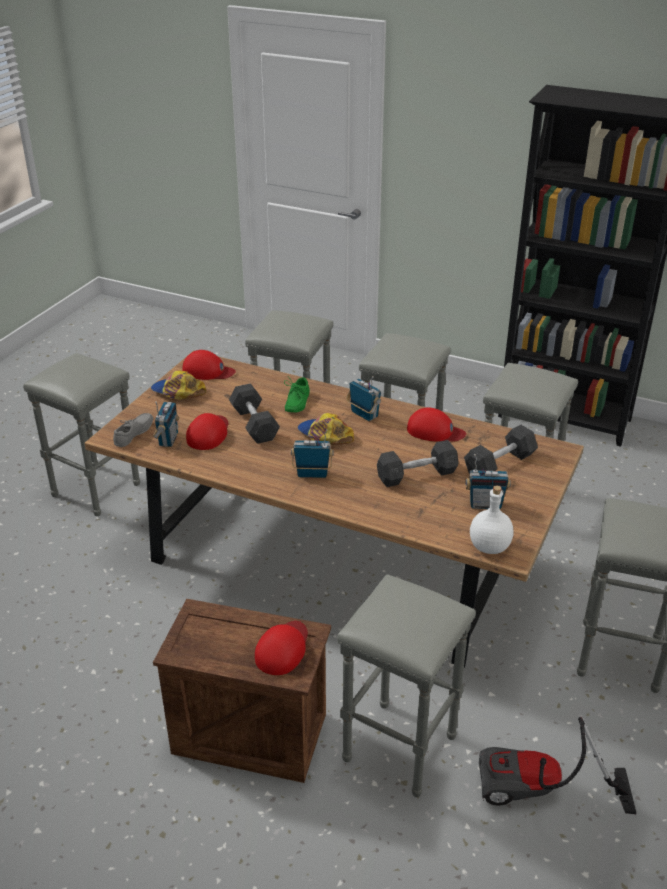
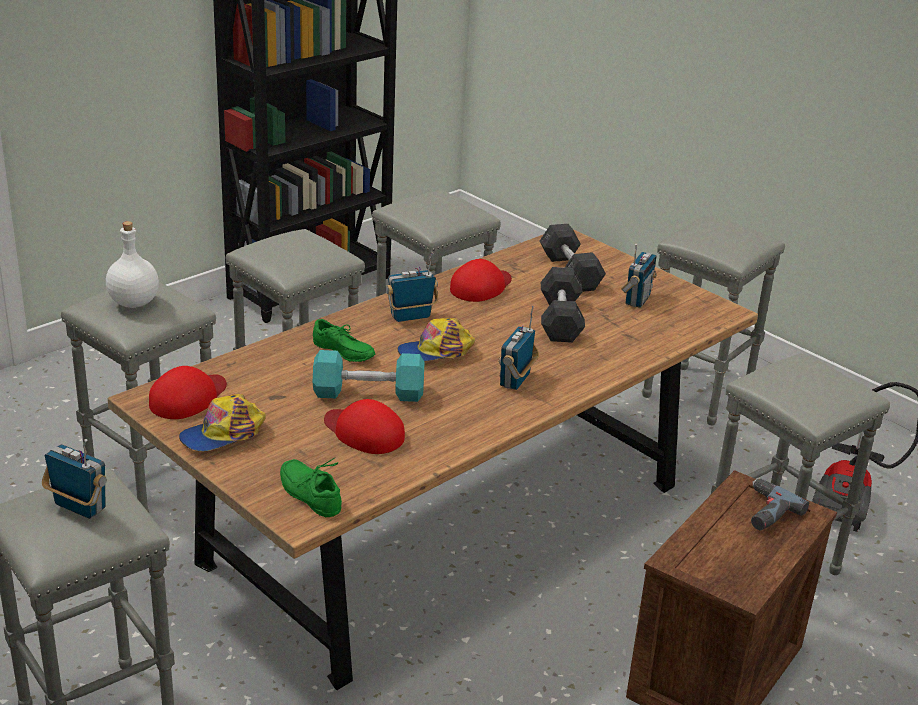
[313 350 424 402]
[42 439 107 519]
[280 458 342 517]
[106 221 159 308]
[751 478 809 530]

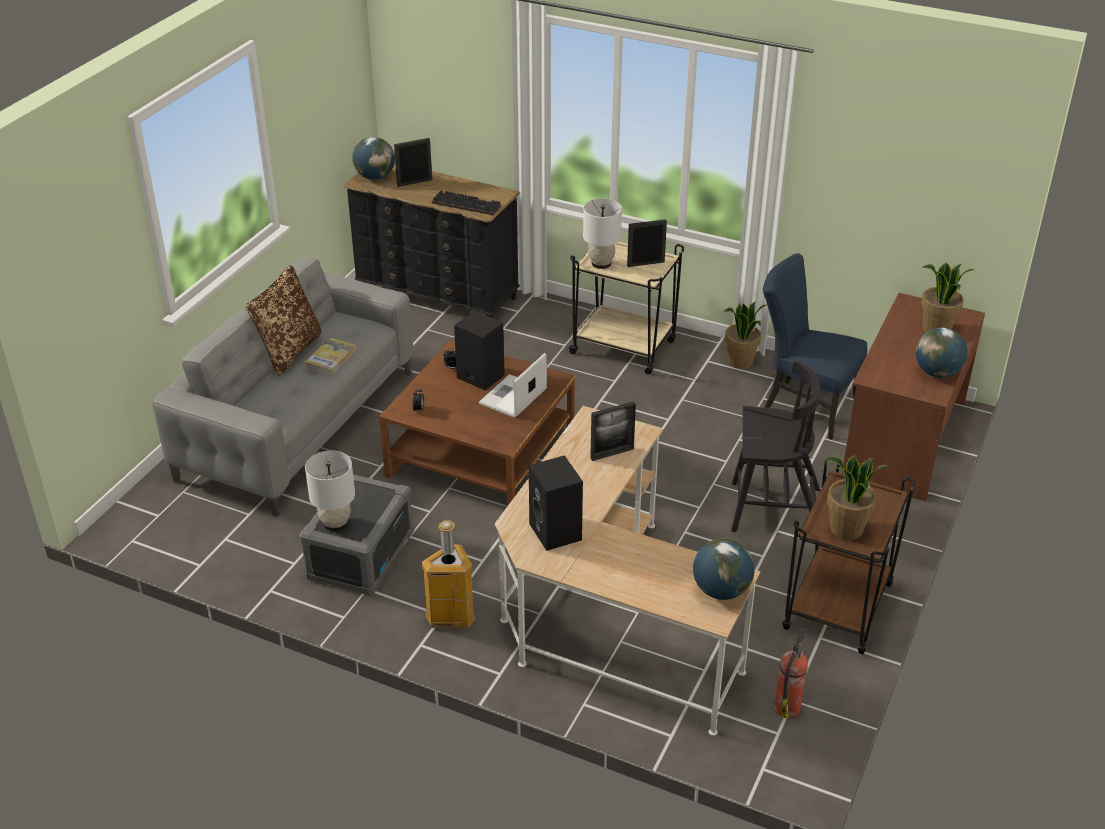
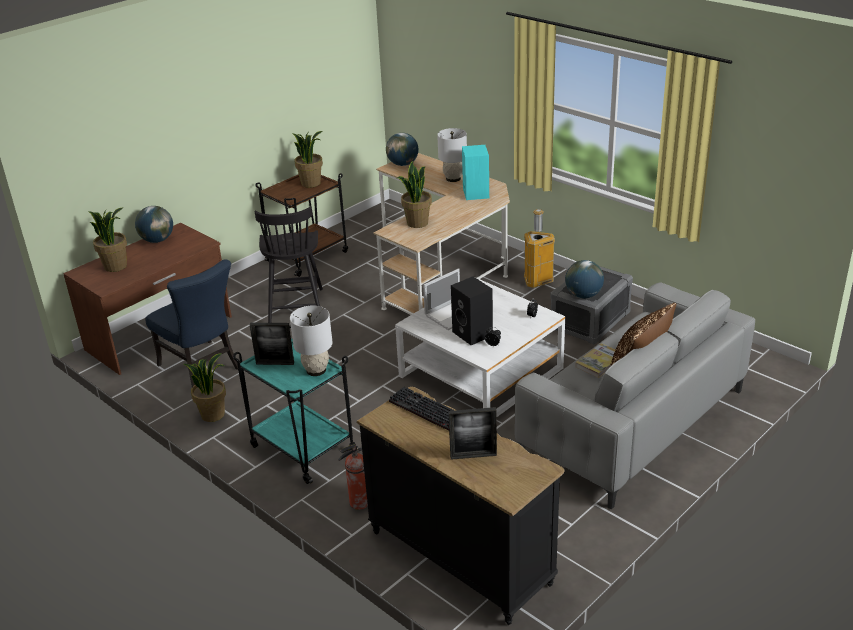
[565 260 604 298]
[233 326 358 484]
[395 277 565 417]
[255 206 323 323]
[397 161 432 228]
[437 128 467 182]
[462 145 489 200]
[338 444 368 510]

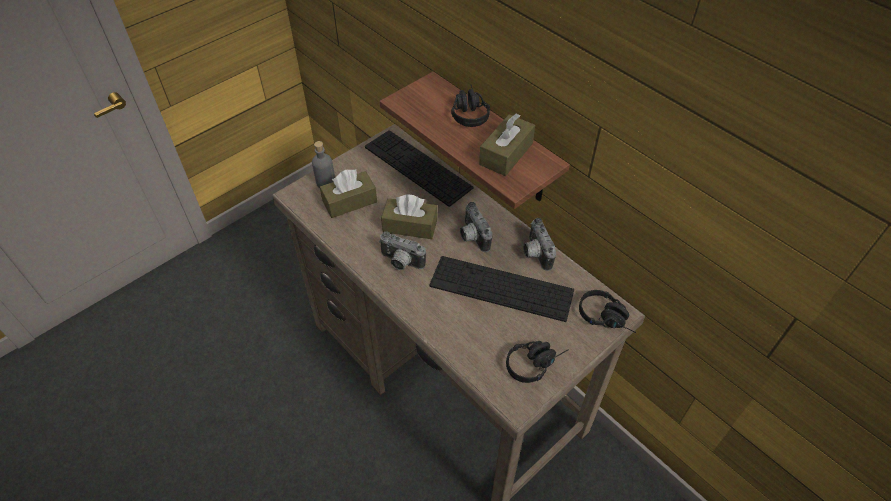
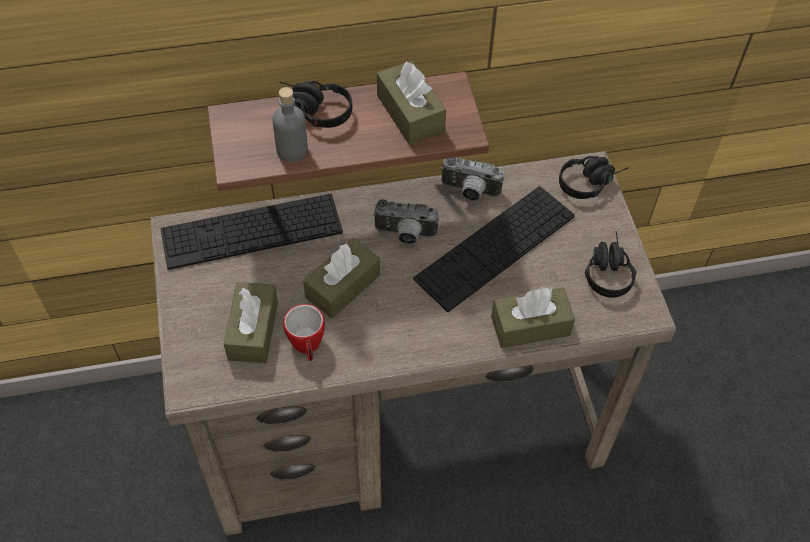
[272 87 308 162]
[379 231 426 270] (first image)
[491 287 575 348]
[283 304 325 361]

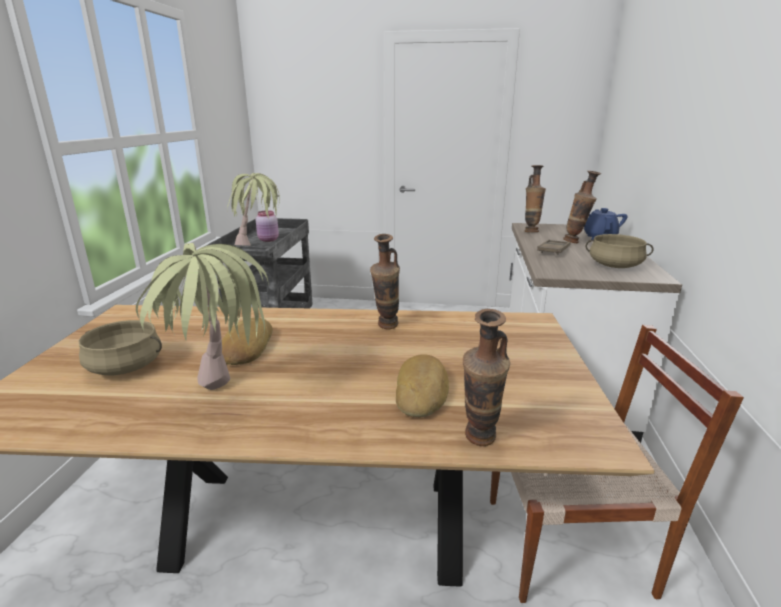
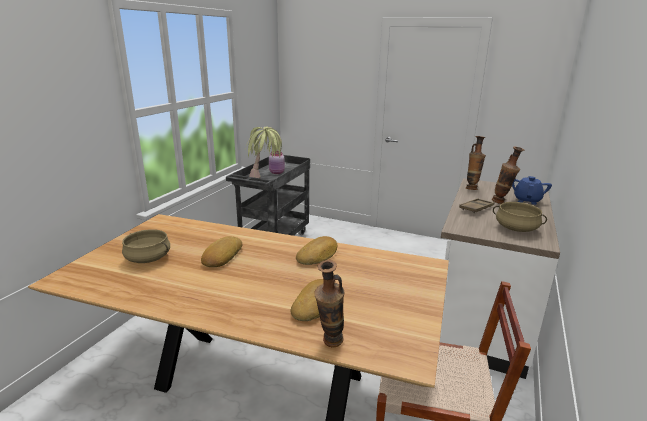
[296 236 337 265]
[136 243 269 390] (first image)

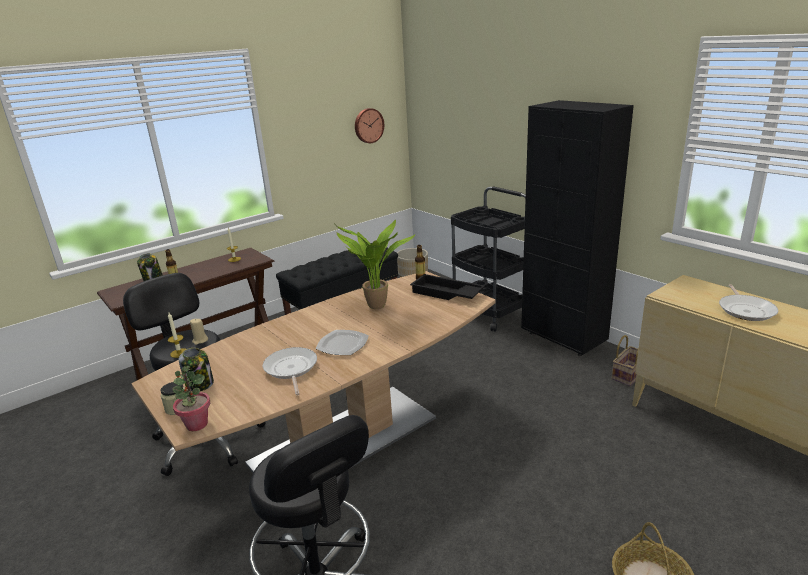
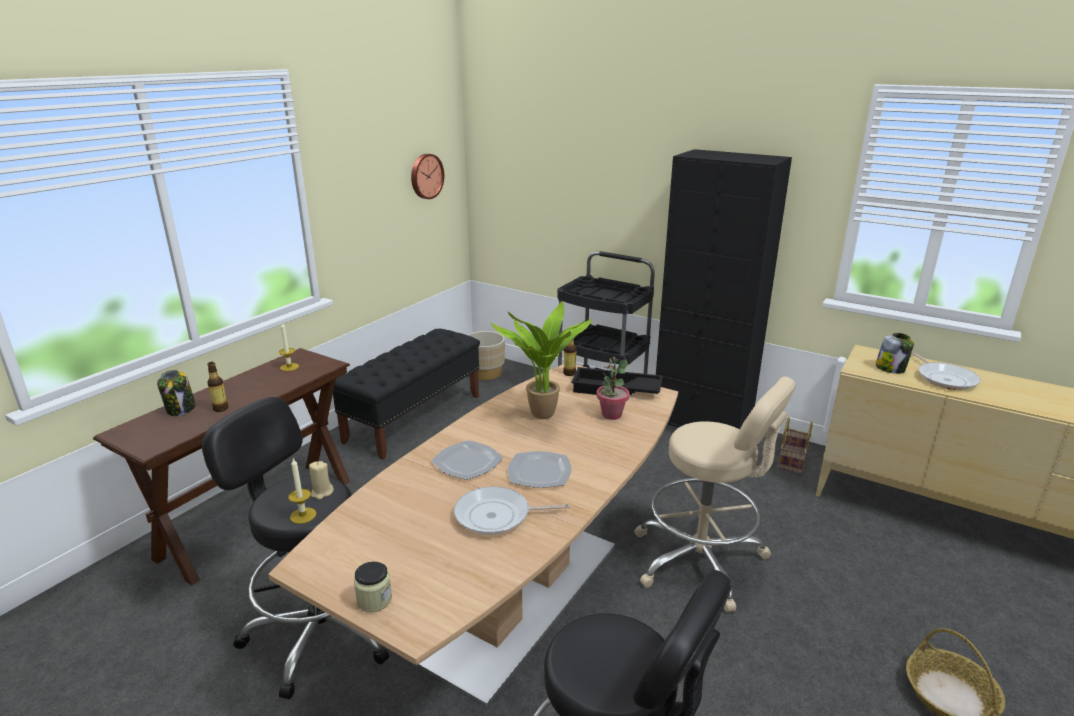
[454 486 570 535]
[875 333 914 374]
[596 357 630 420]
[634 376 796 612]
[431 440 503 480]

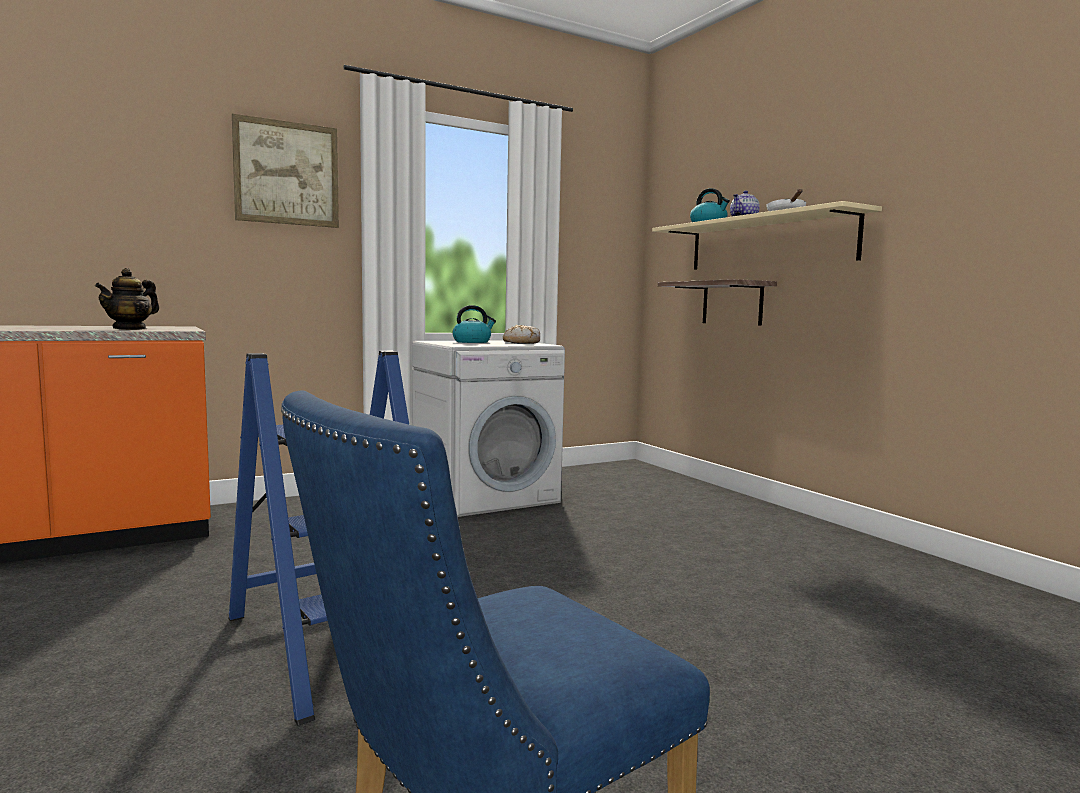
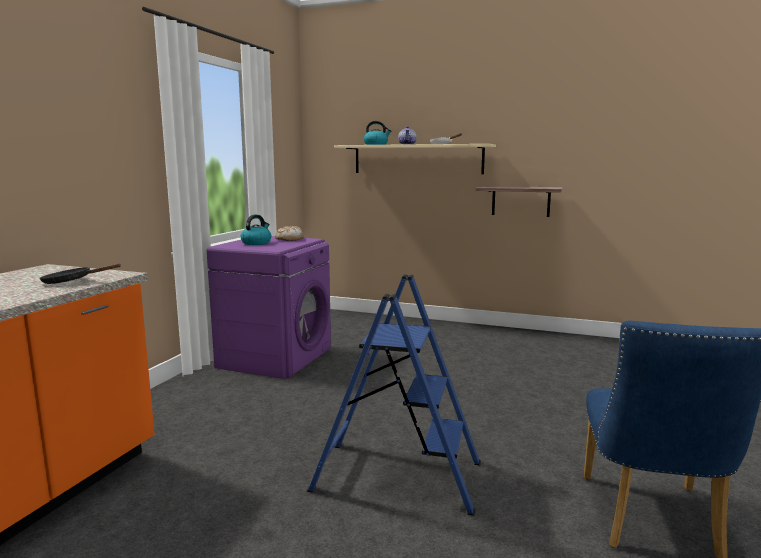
[232 114 339 228] (first image)
[39 263 121 284]
[476 186 563 217]
[207 236 331 379]

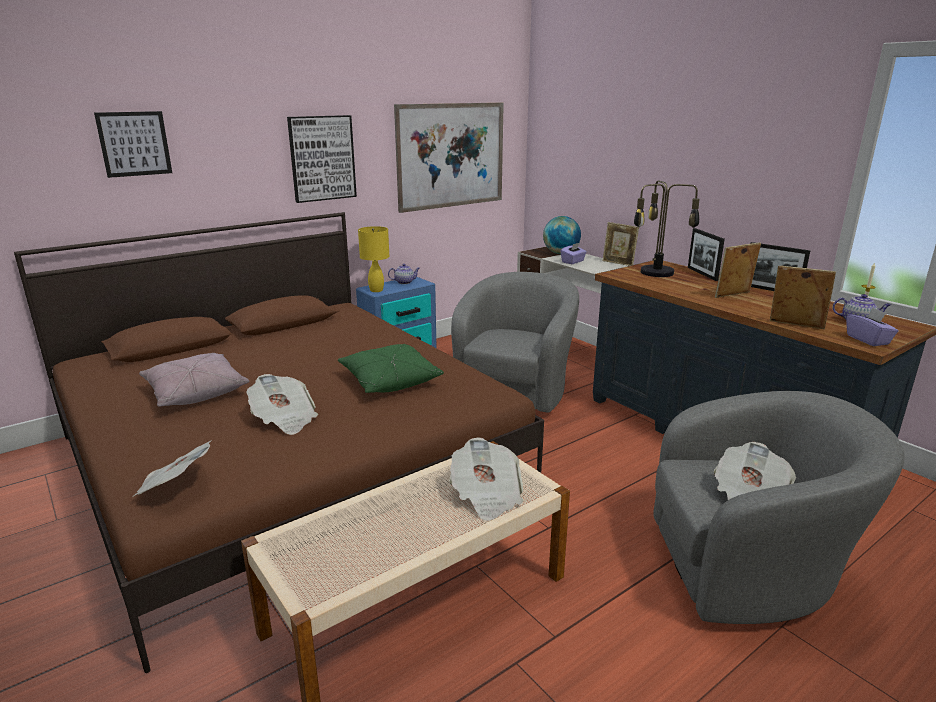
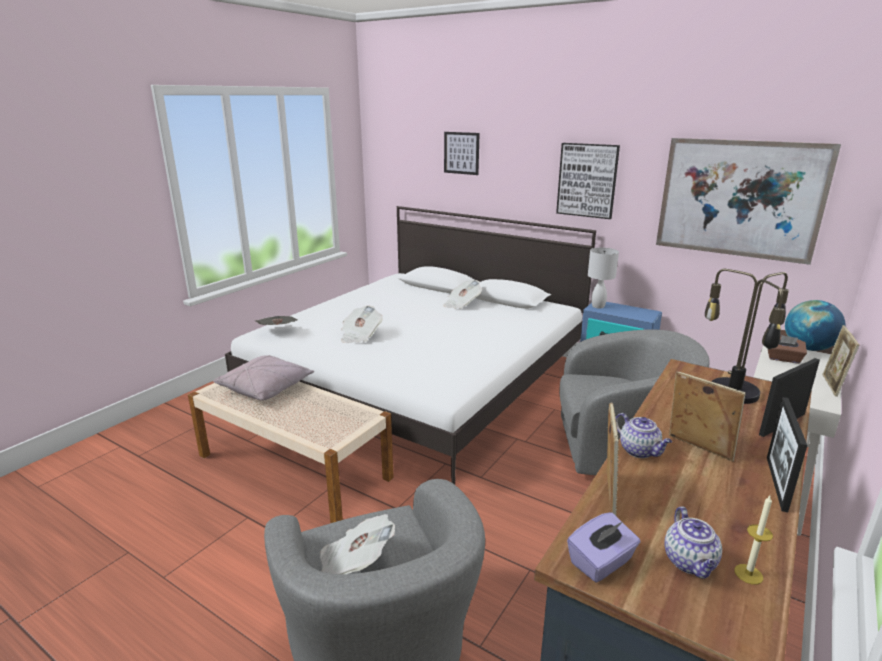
[225 206 596 485]
[588 248 619 309]
[768 335 807 363]
[616 413 672 458]
[338 344 444 393] (first image)
[213 355 314 401]
[443 280 482 309]

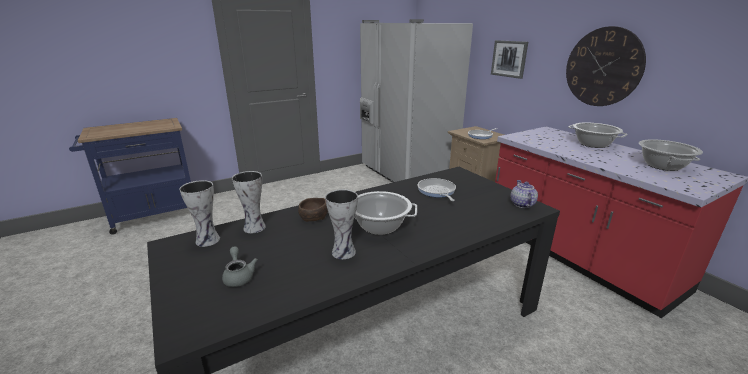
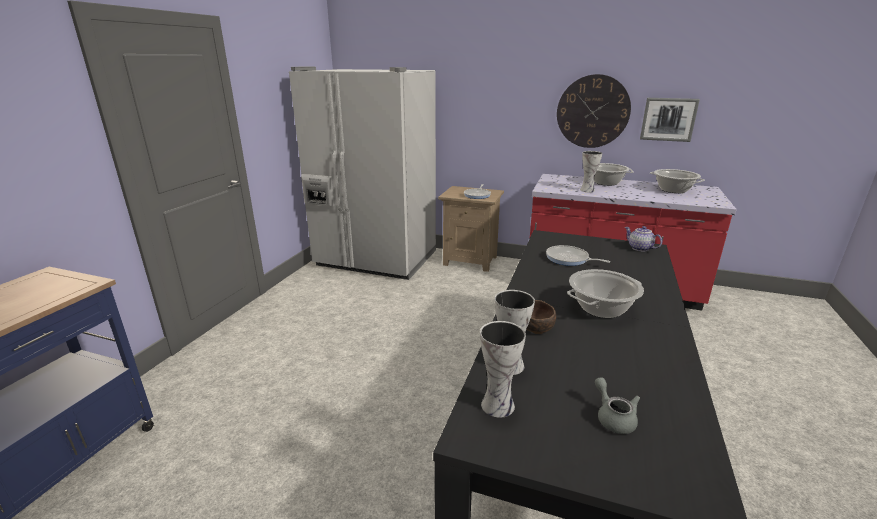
[640 98 700 142]
[580 151 602 192]
[595 377 640 434]

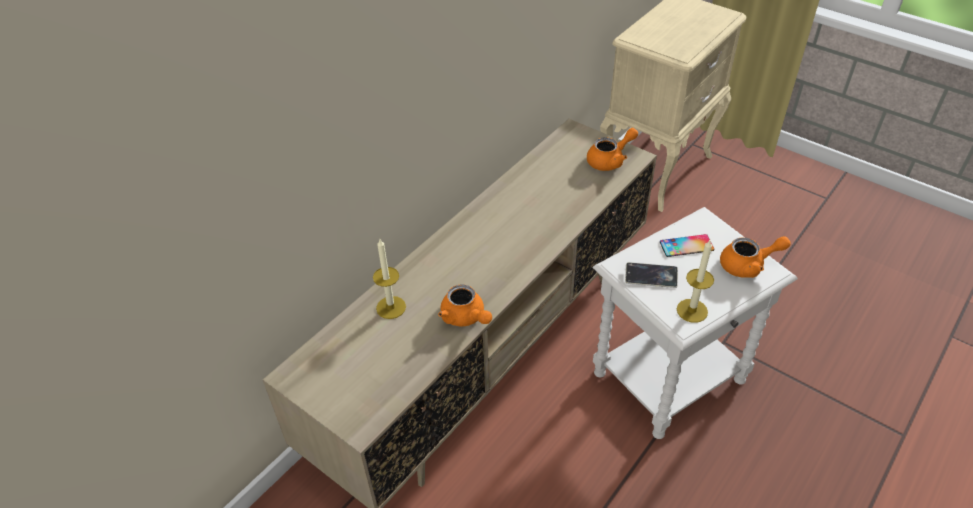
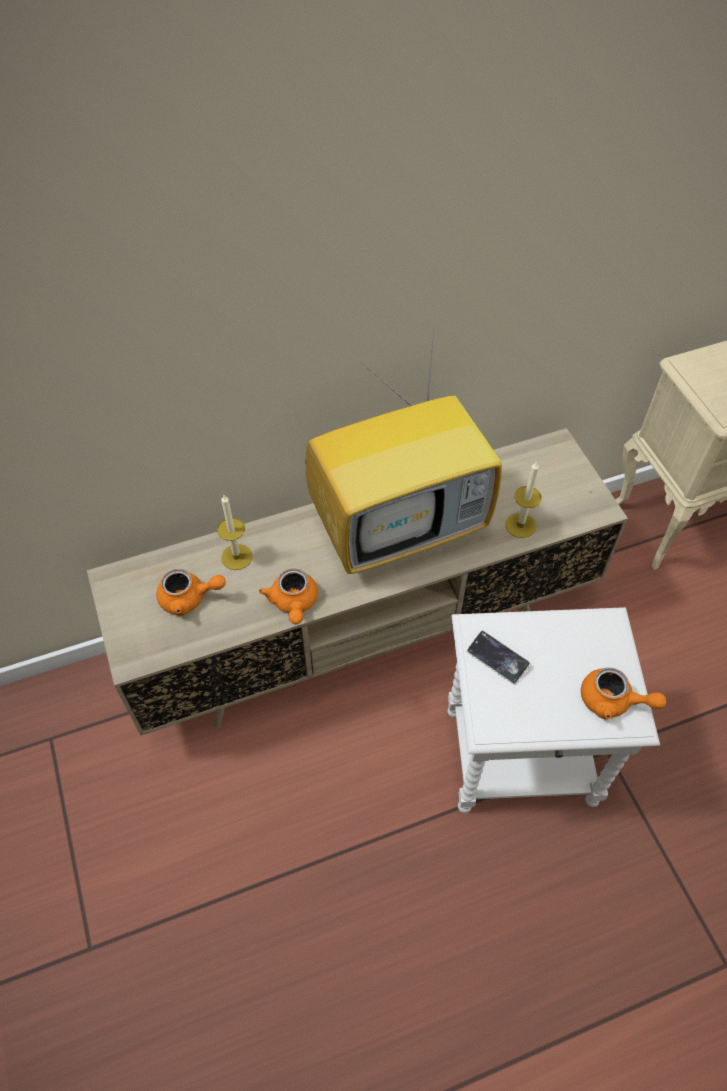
[156 569 226 616]
[660 234 714 257] (first image)
[506 461 541 538]
[305 321 502 574]

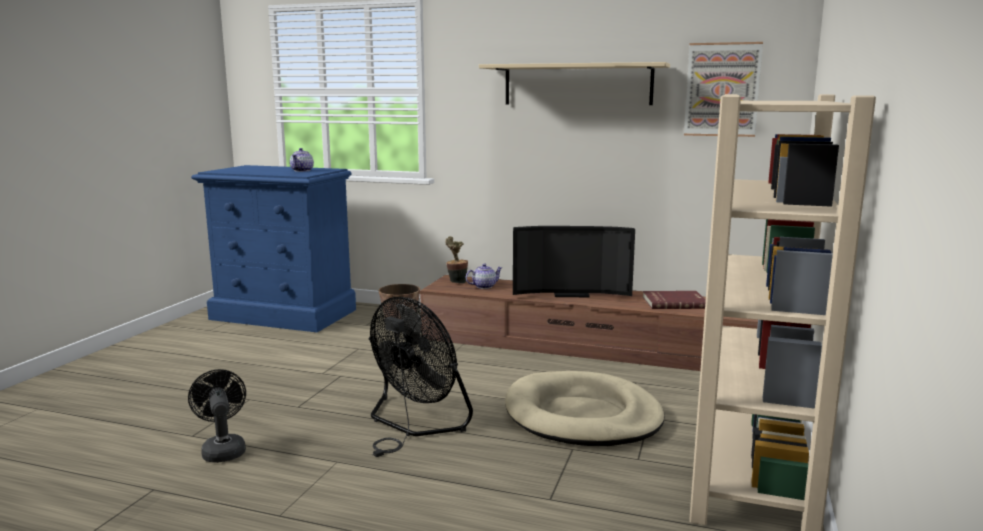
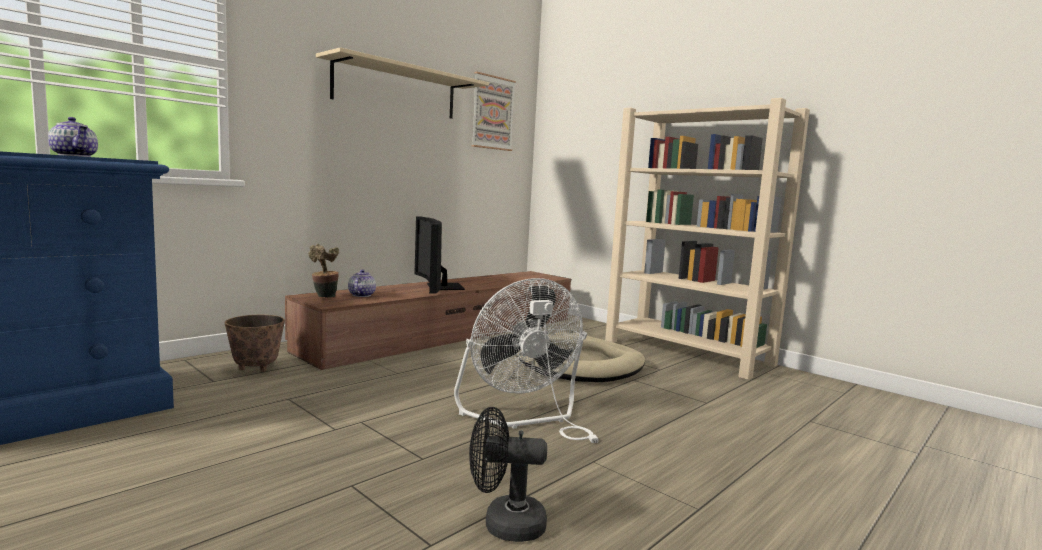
[415 216 465 294]
[643 291 706 309] (first image)
[454 278 599 443]

